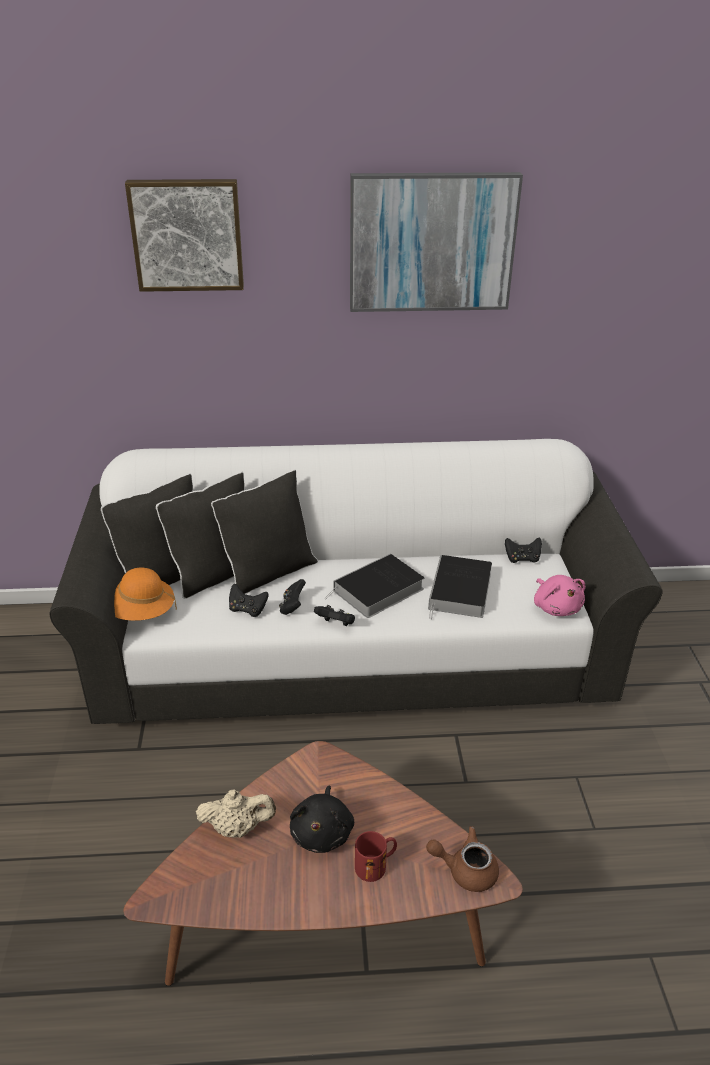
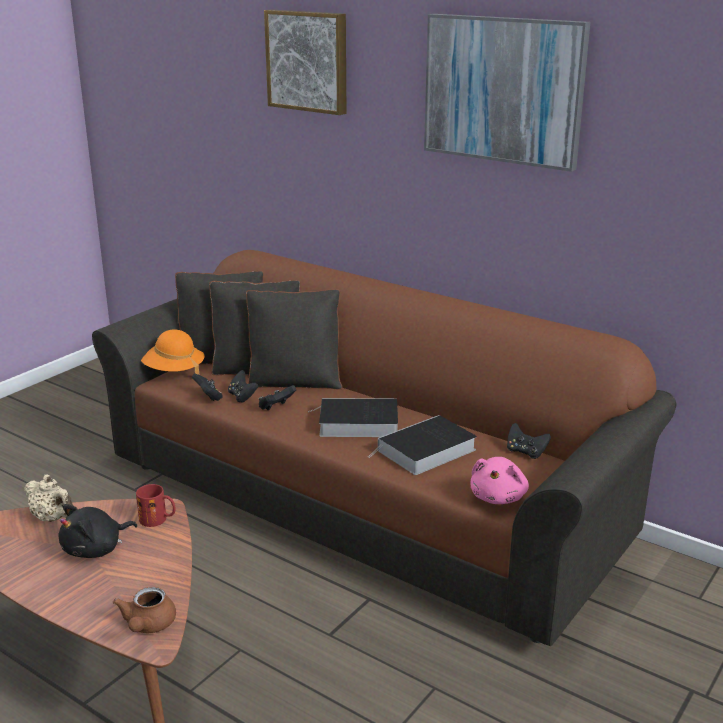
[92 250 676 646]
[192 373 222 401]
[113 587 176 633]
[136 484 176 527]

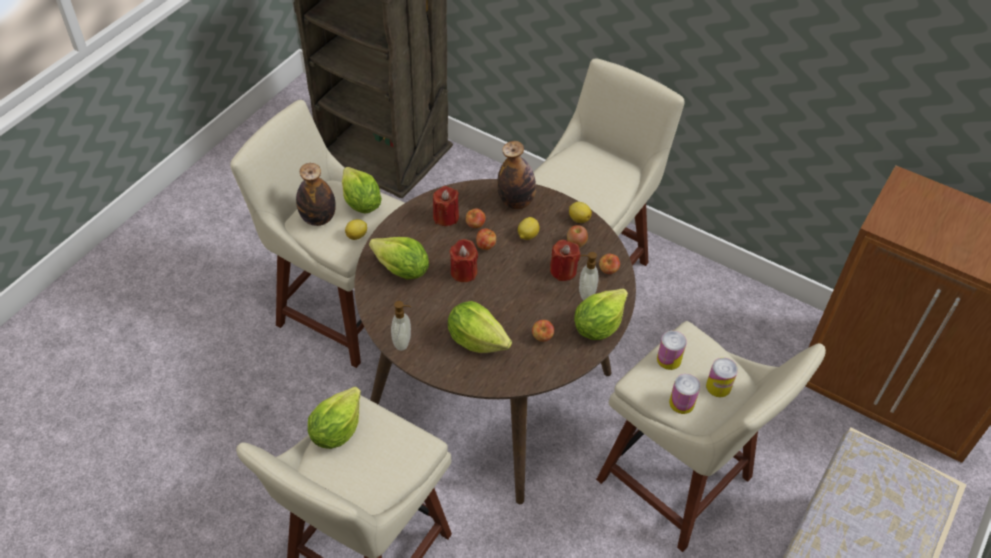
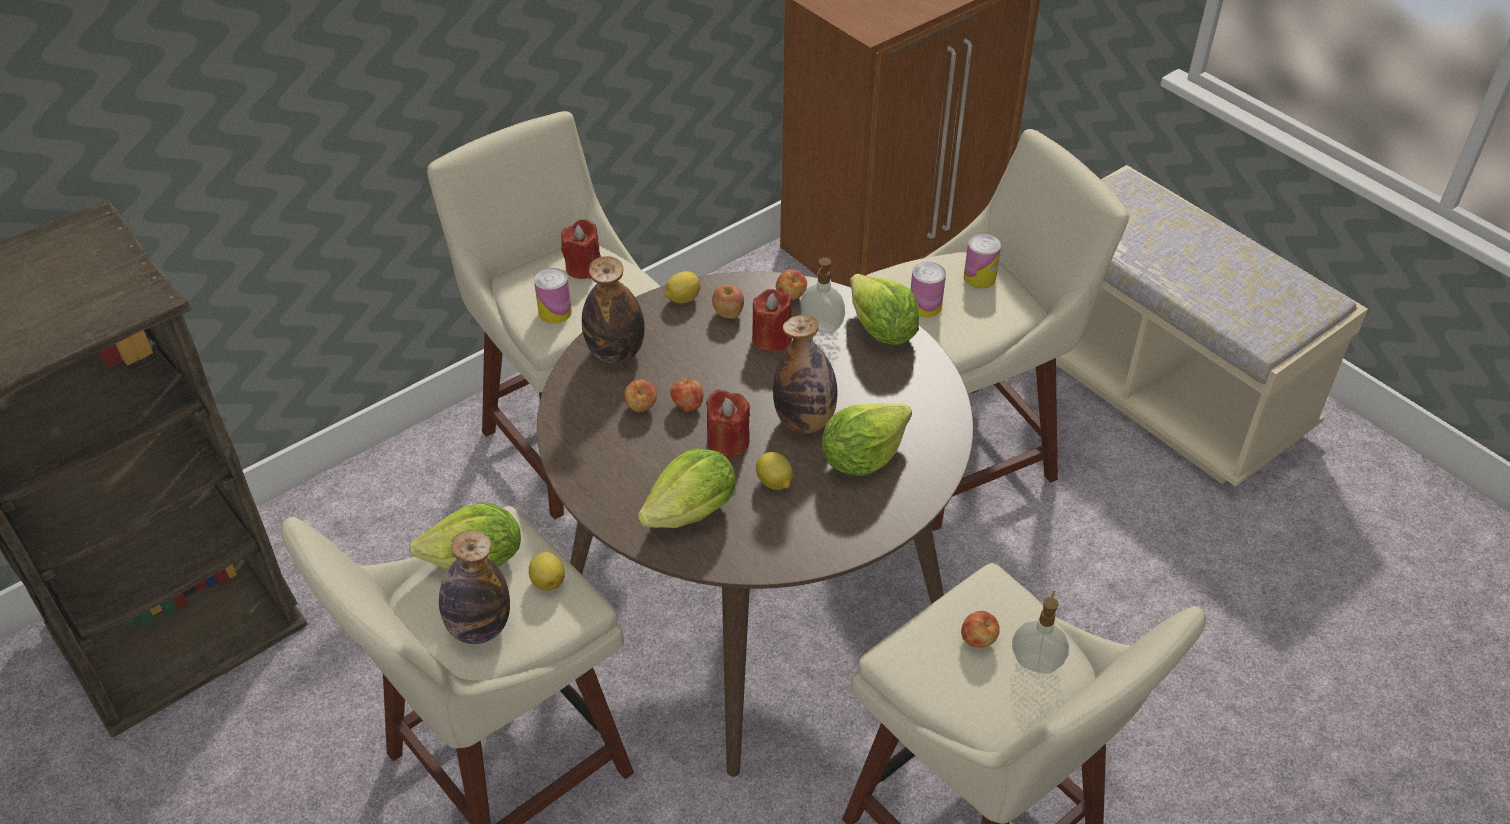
[561 219 601 279]
[756 452 793 490]
[1012 591 1069 674]
[961 611 999 648]
[534 268 572 324]
[308 387 361 449] (first image)
[773 315 838 433]

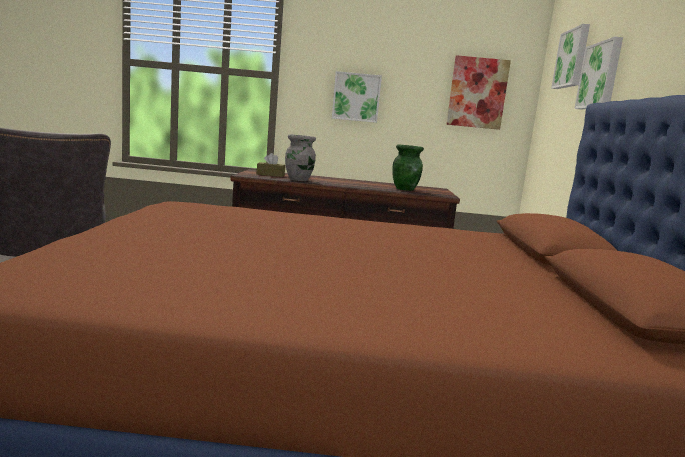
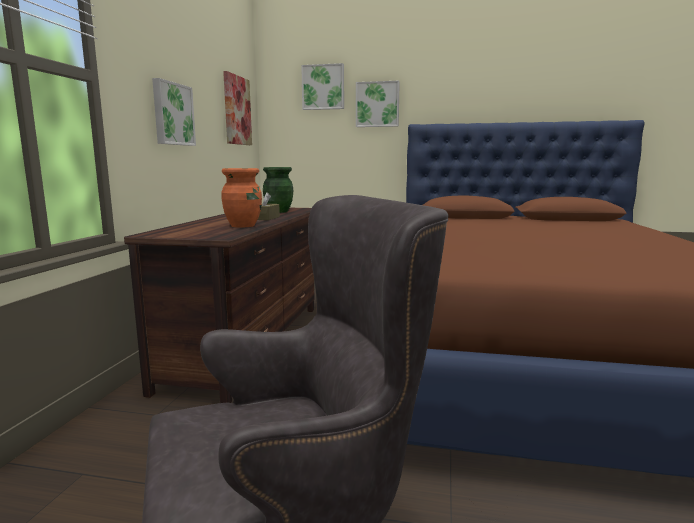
[221 168 262 228]
[258 192 280 220]

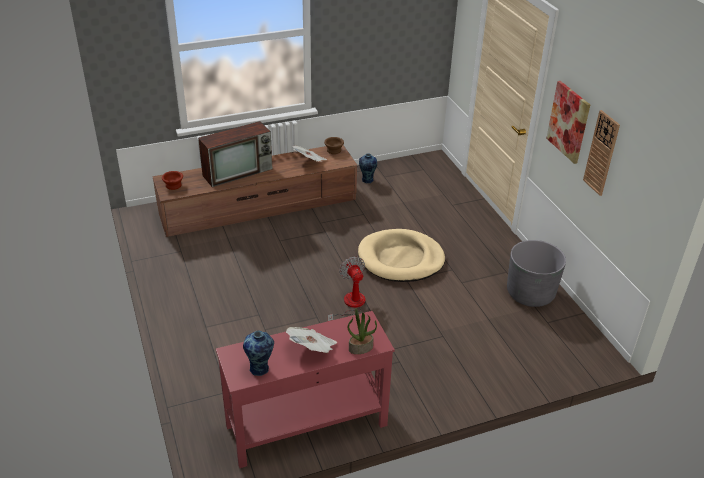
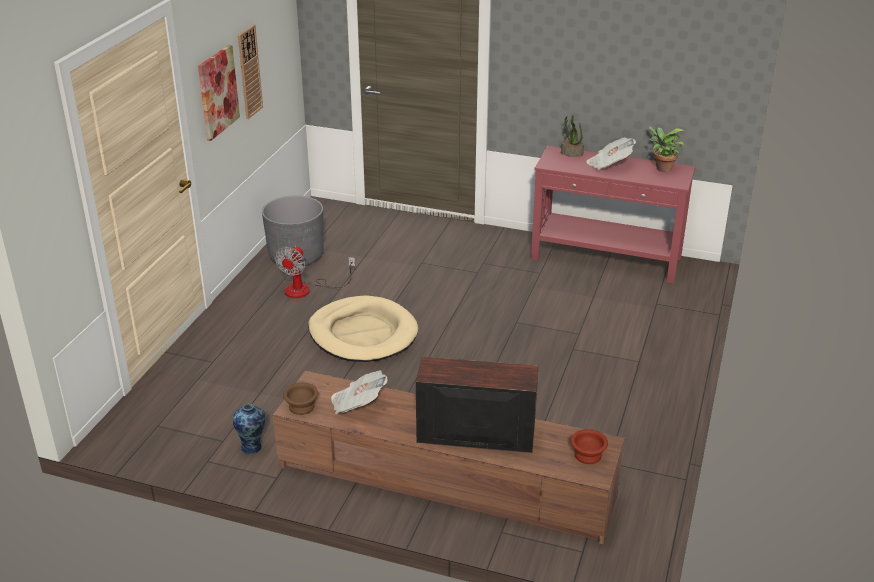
[275 246 355 298]
[648 126 686 172]

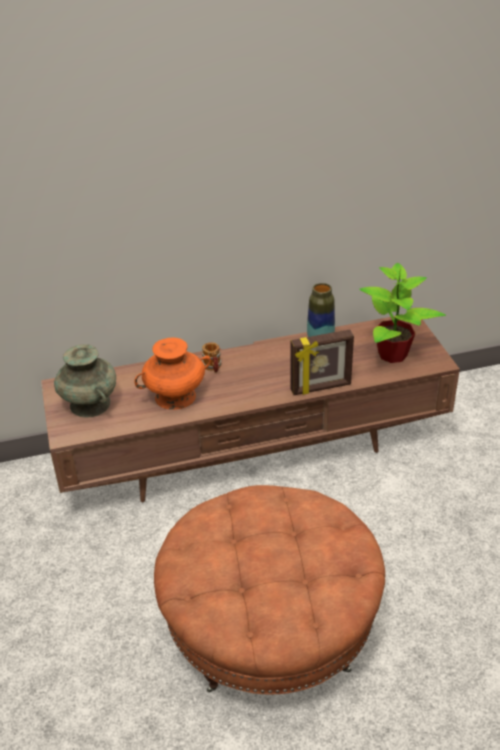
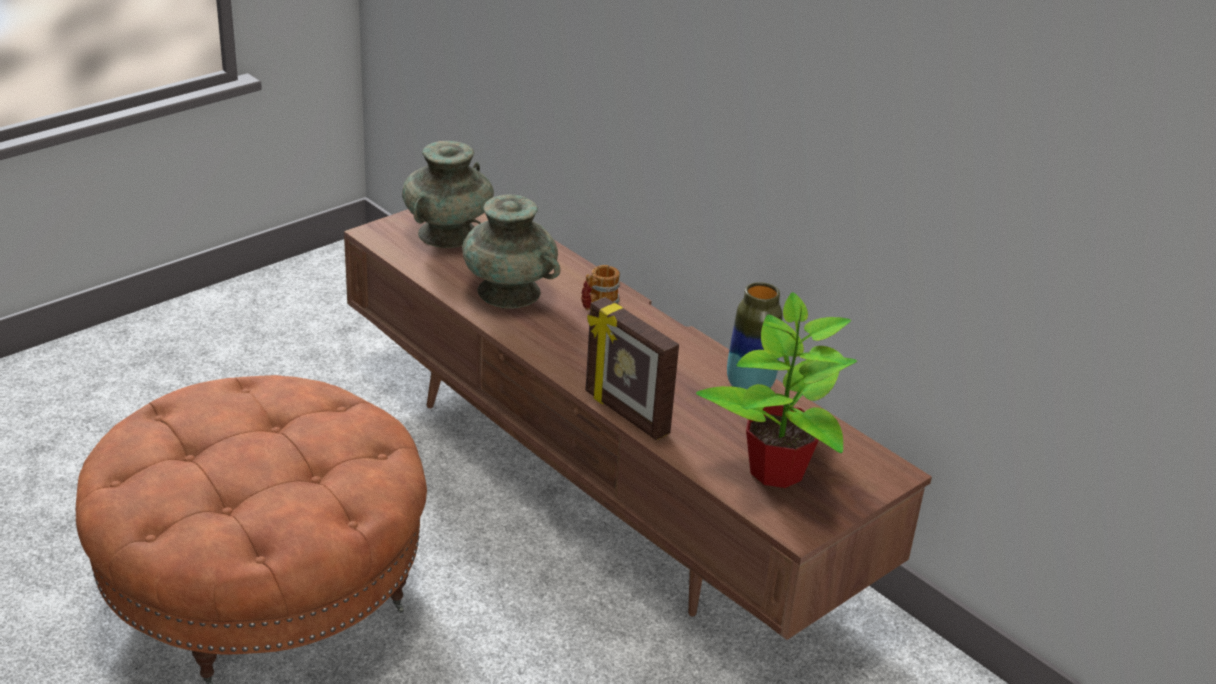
[462 195 560 308]

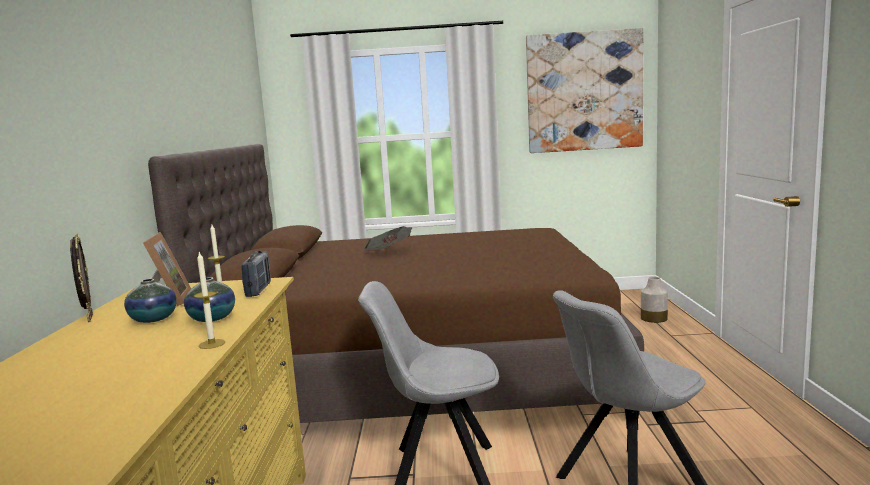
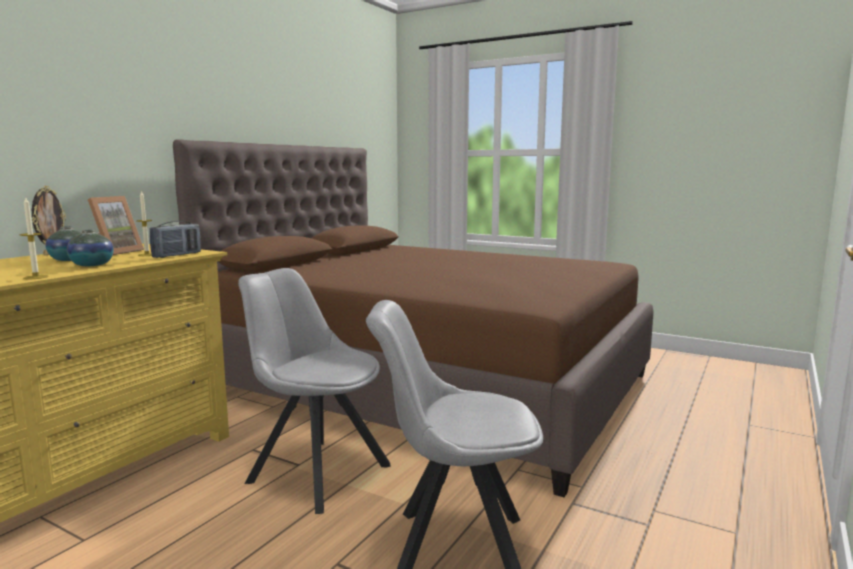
[526 28 643 153] (first image)
[364 226 412 251] (first image)
[641 277 668 323] (first image)

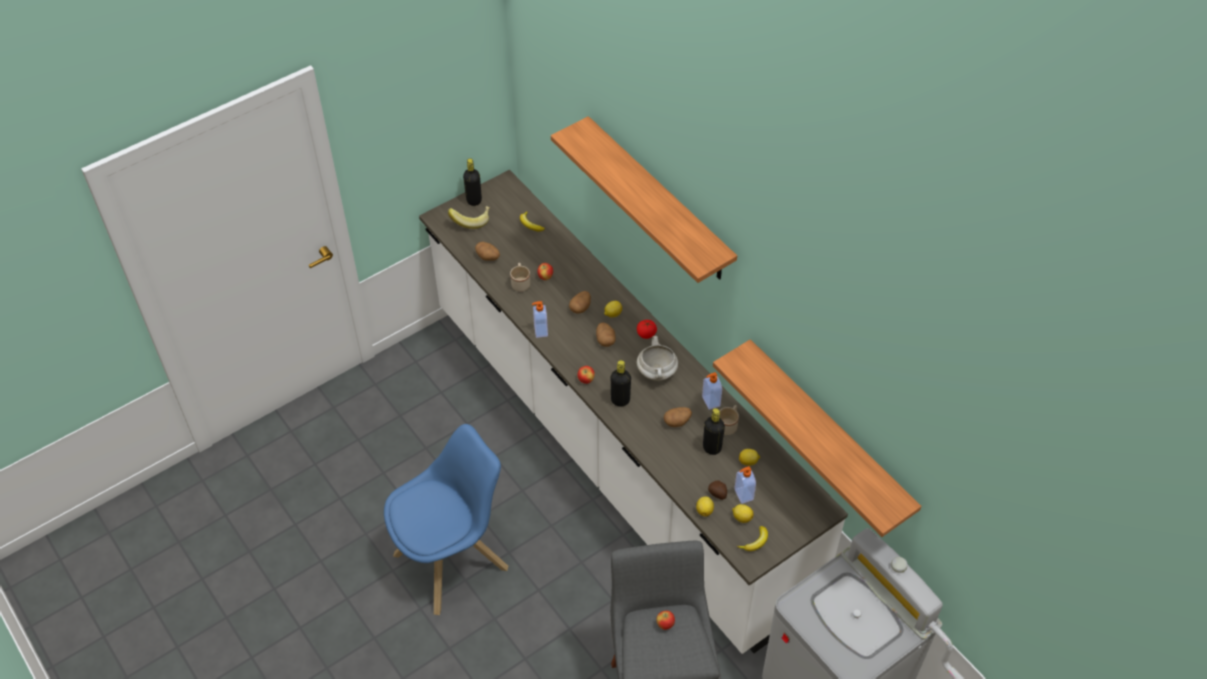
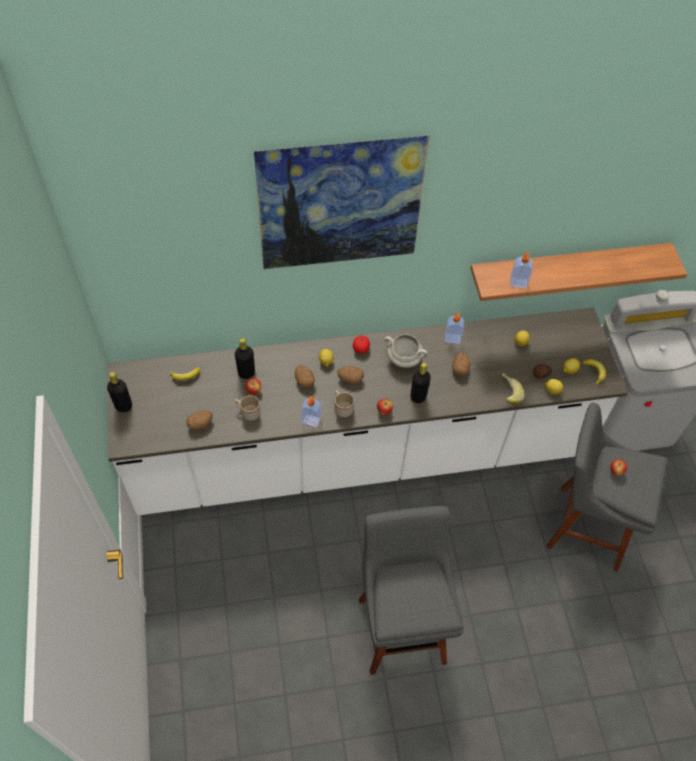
[254 135 430 269]
[502 373 525 405]
[335 390 354 417]
[235 338 255 379]
[359 506 463 675]
[510 252 533 288]

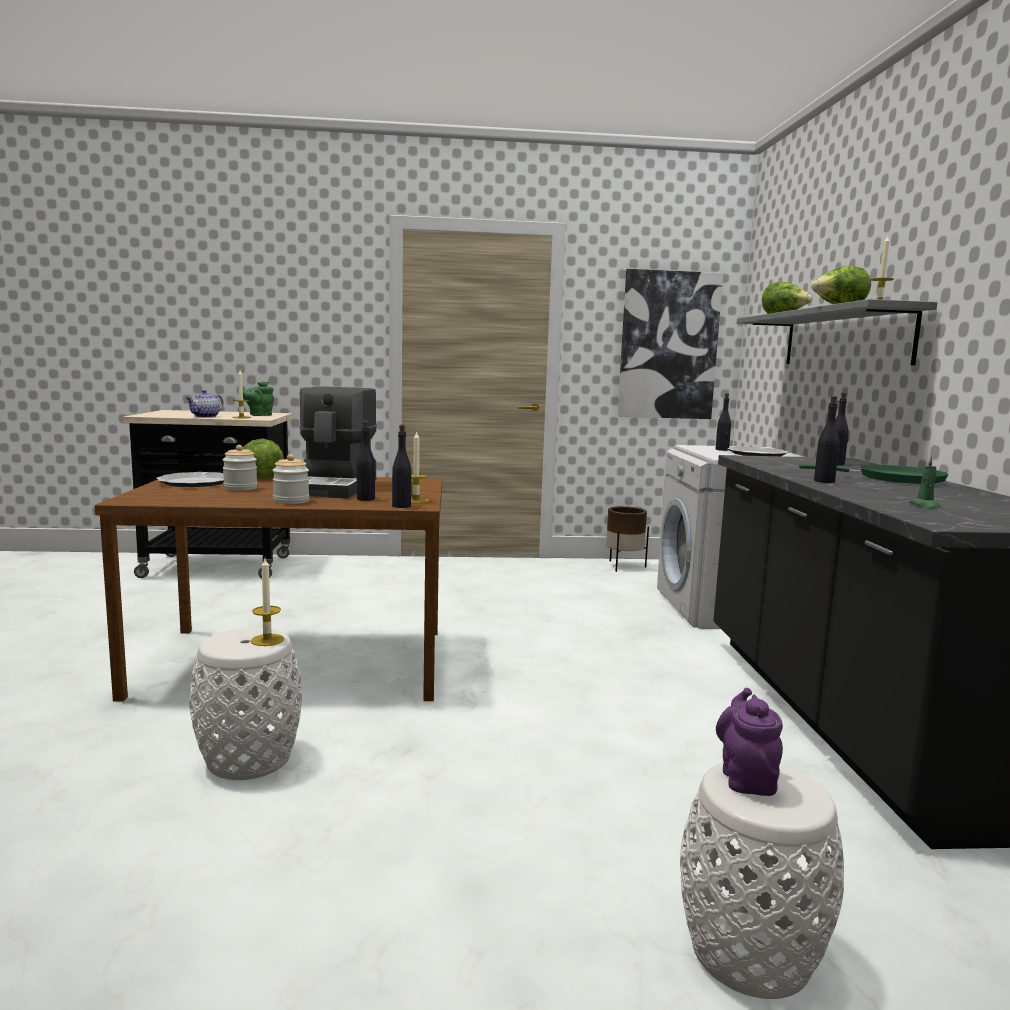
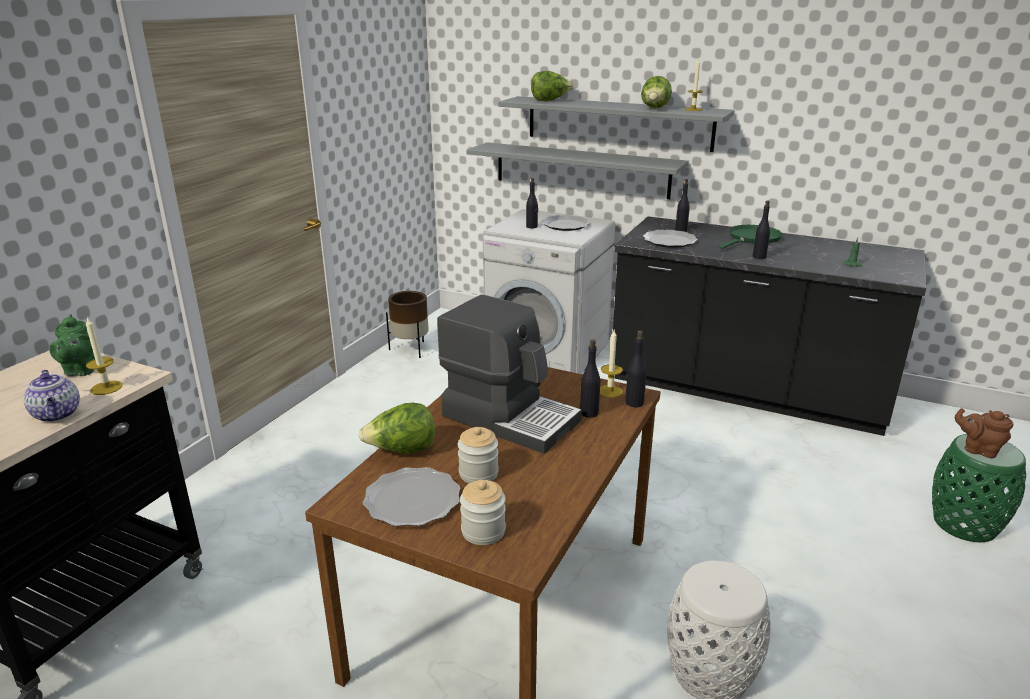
[618 269 723 419] (first image)
[460 480 506 545]
[251 558 284 646] (first image)
[955 408 1013 458]
[932 434 1026 542]
[466 142 689 199]
[643 230 698 248]

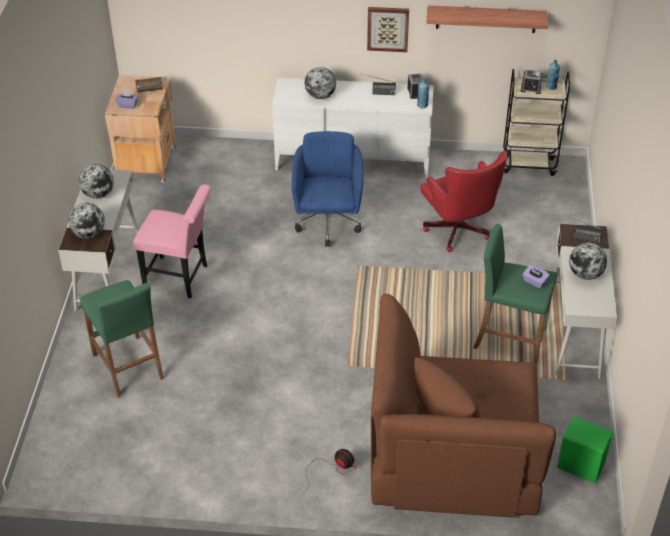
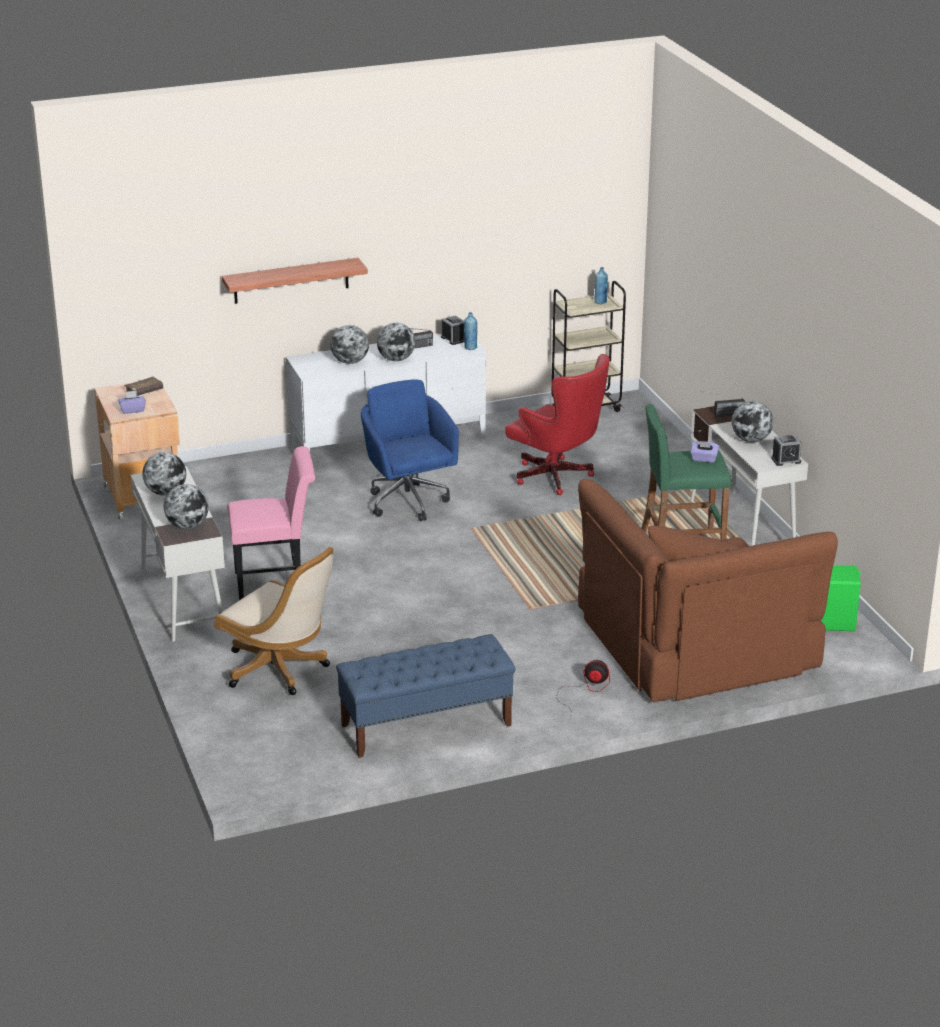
[222 258 368 304]
[367 7 409 52] (first image)
[771 435 801 466]
[214 547 333 695]
[377 323 415 361]
[336 634 515 758]

